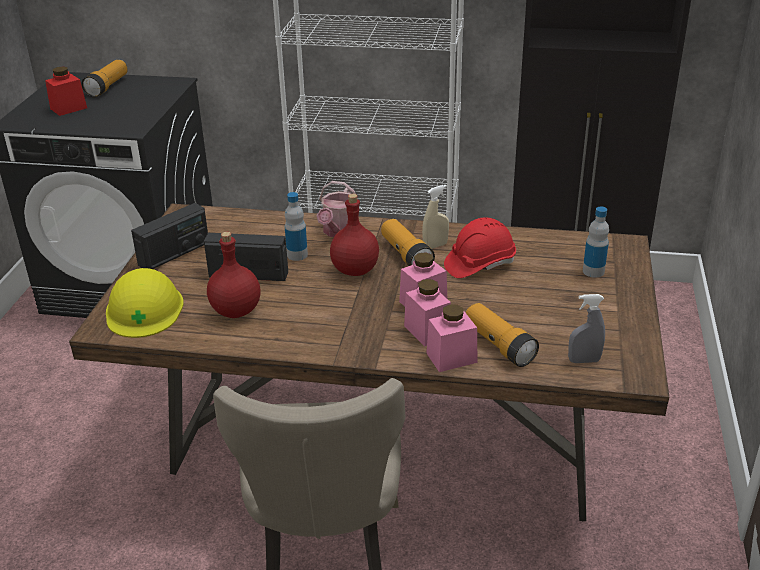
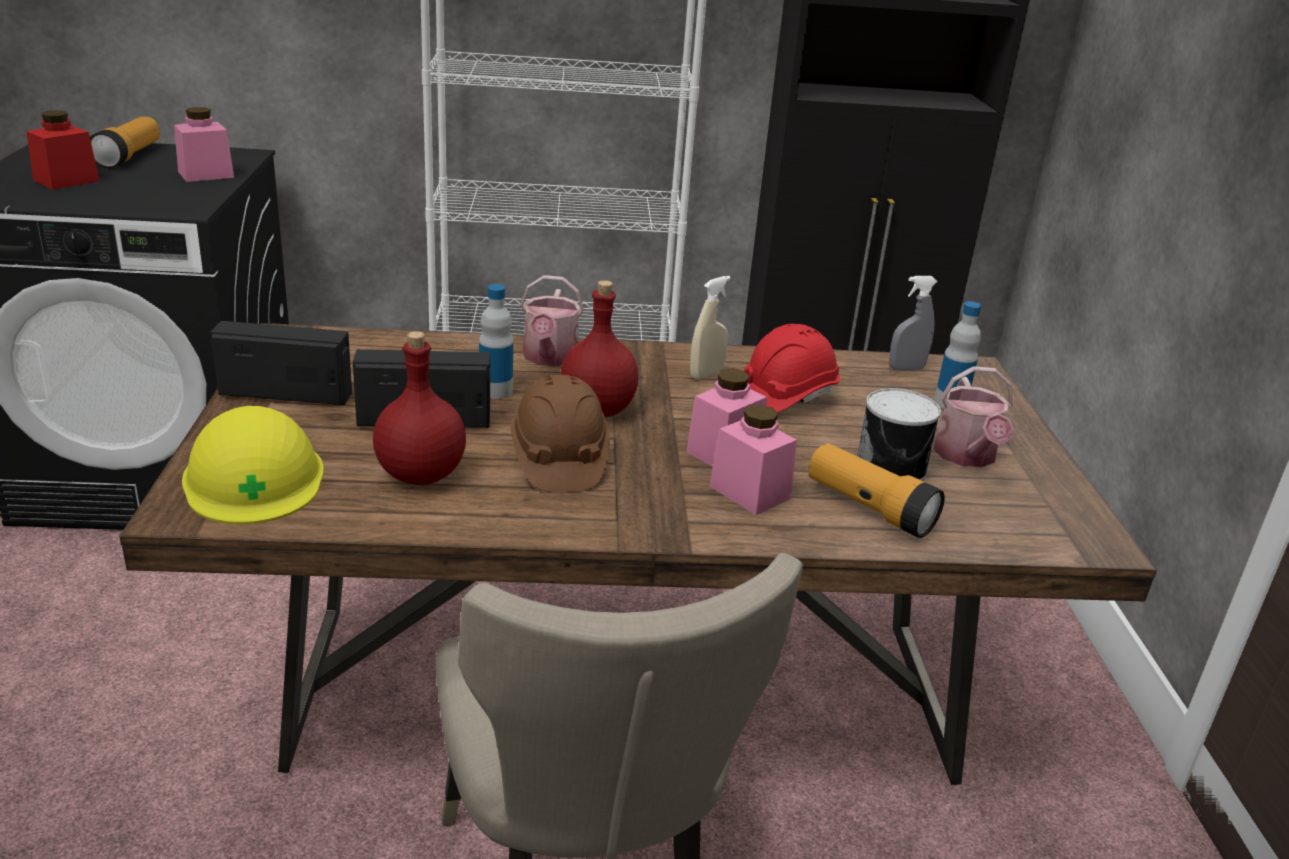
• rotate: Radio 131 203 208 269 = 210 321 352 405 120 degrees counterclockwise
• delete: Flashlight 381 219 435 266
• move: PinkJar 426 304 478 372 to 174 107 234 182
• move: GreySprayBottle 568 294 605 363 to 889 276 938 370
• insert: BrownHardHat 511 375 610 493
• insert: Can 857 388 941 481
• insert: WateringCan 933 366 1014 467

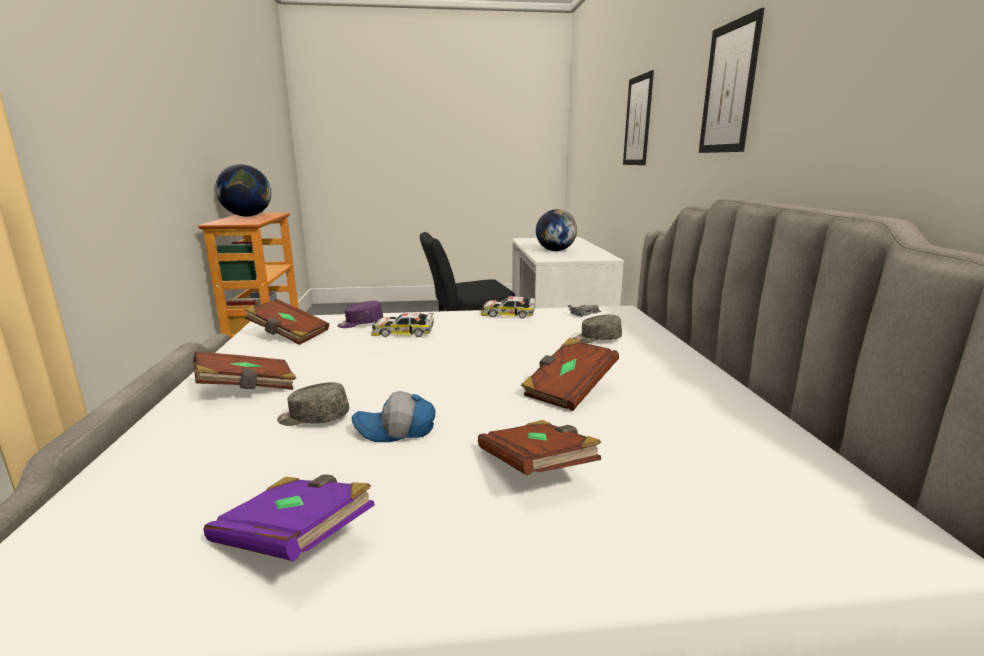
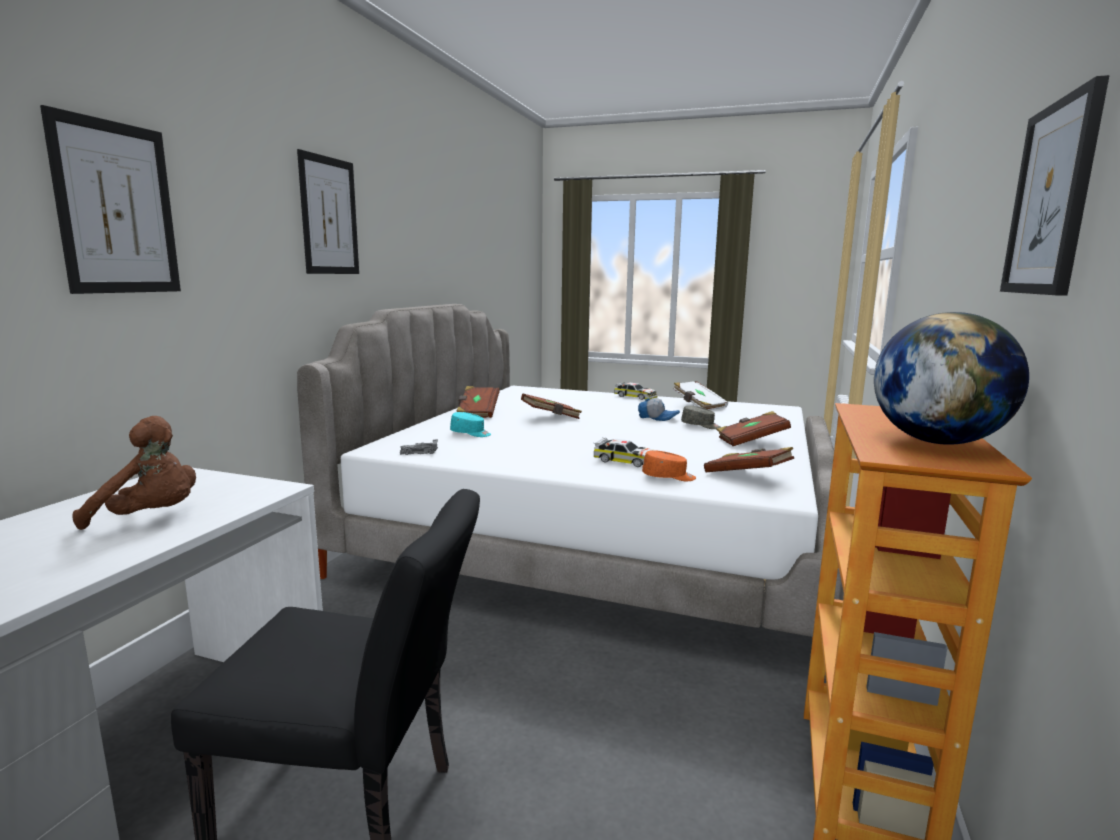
• recolor: PurpleBook 204 475 375 561 to WhiteBook 673 381 728 410
• recolor: PurpleCap 337 301 383 328 to OrangeCap 642 450 696 481
• move: BrownBook 478 420 601 475 to 456 386 500 418
• move: ToyCar 481 296 536 318 to 614 382 658 400
• replace: Globe 536 209 577 251 to BrownPlushToy 72 416 196 530
• recolor: GreyCap 573 315 622 343 to TurquoiseCap 450 412 491 437
• insert: Picture 1000 75 1110 296

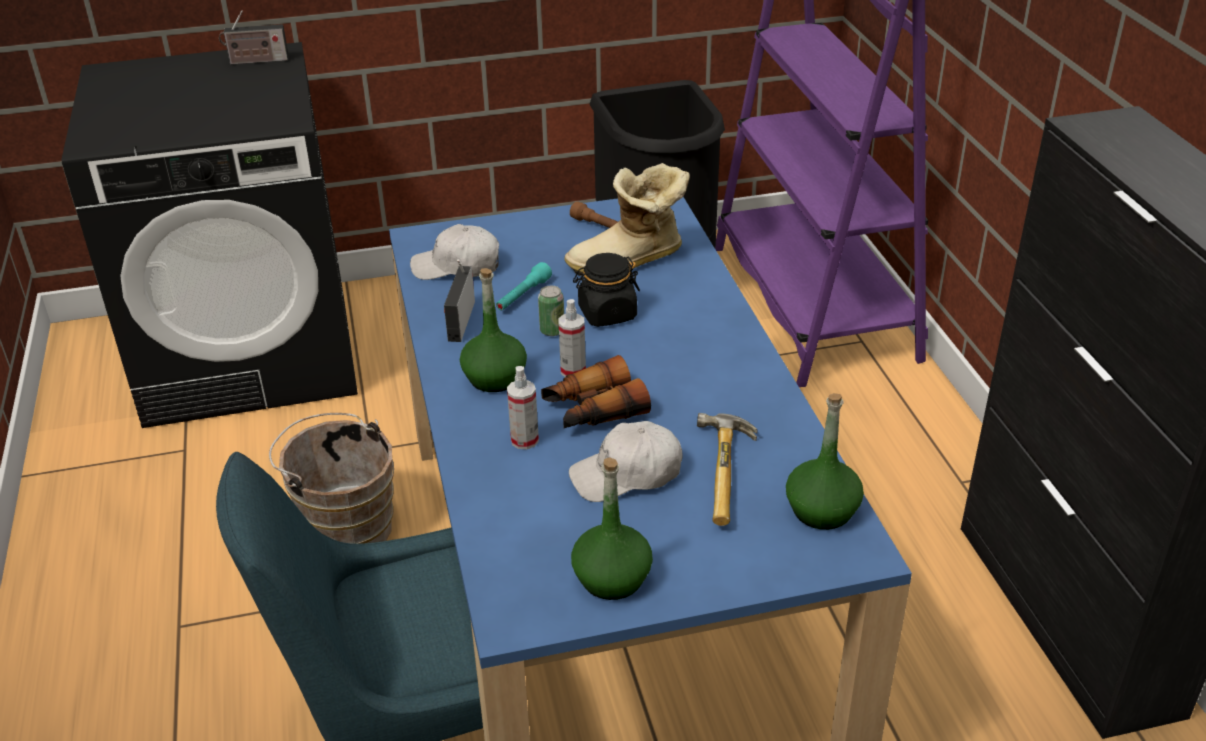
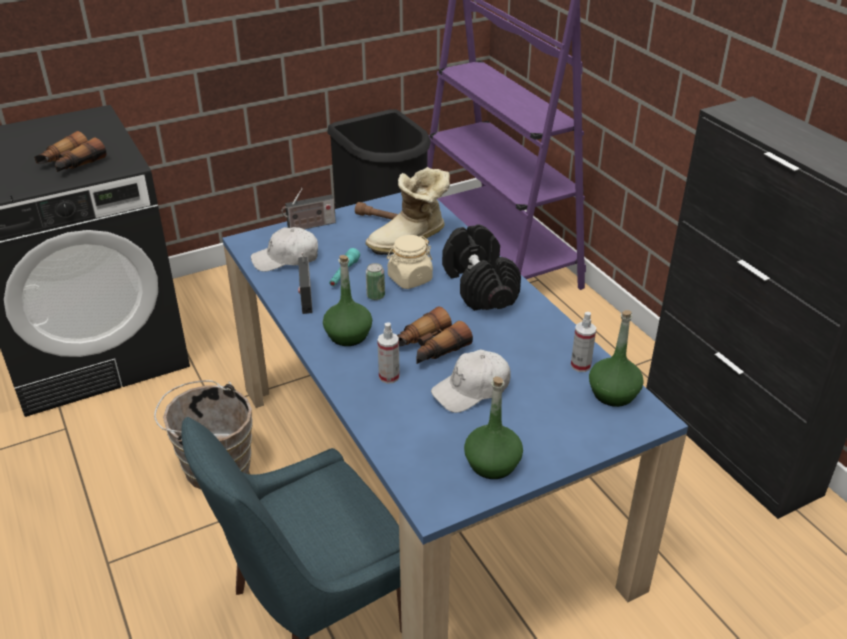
• move: Radio 219 10 289 65 to 281 188 336 229
• move: SprayBottle 558 299 586 377 to 571 312 596 372
• recolor: BlackJar 573 253 640 327 to BeigeJar 387 235 433 289
• delete: Hammer 697 413 757 526
• insert: Binoculars 34 131 106 172
• insert: BlackDumbbell 442 224 521 311

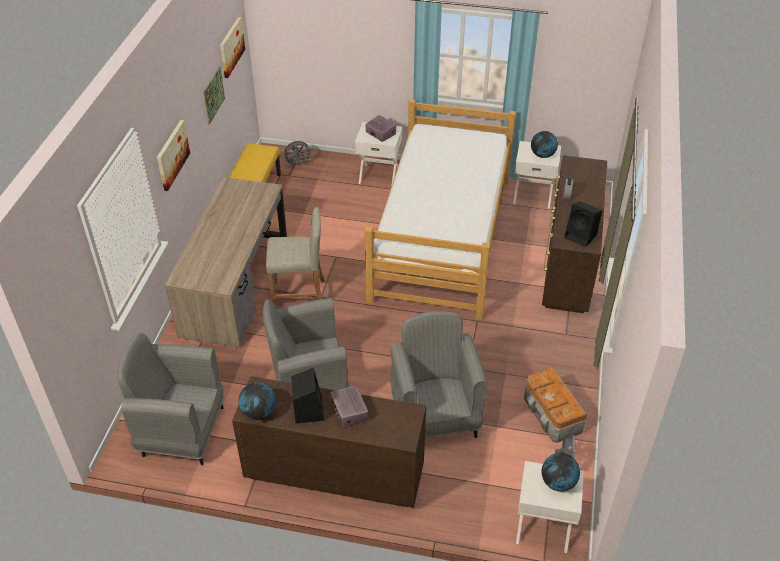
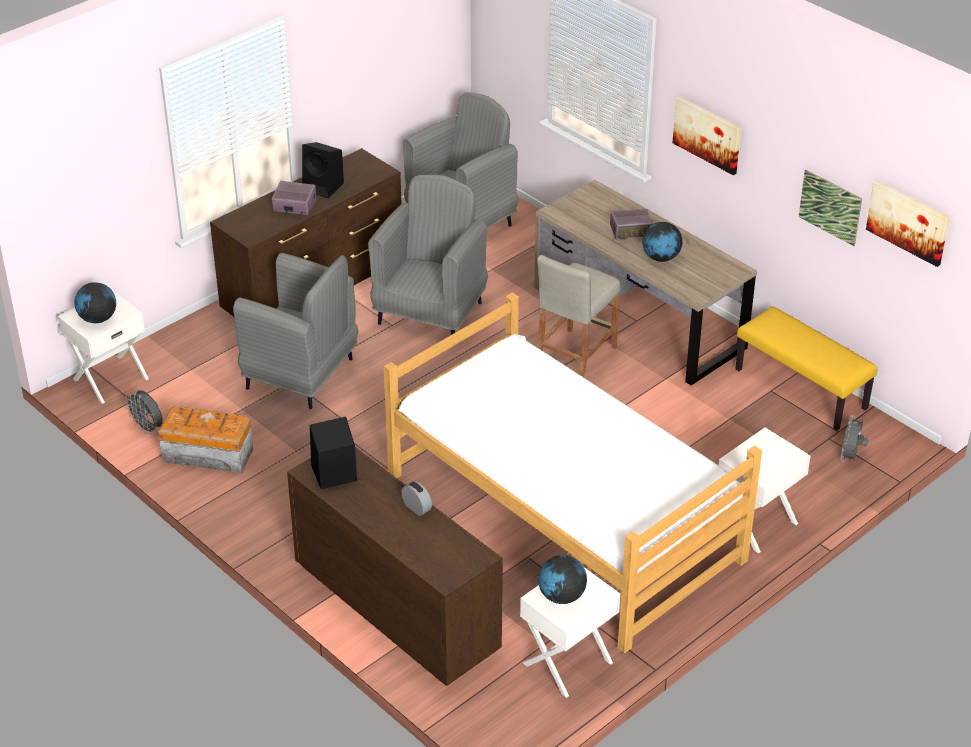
• move: Globe 238 383 276 420 to 642 222 682 262
• move: Radio 365 115 396 142 to 610 209 653 239

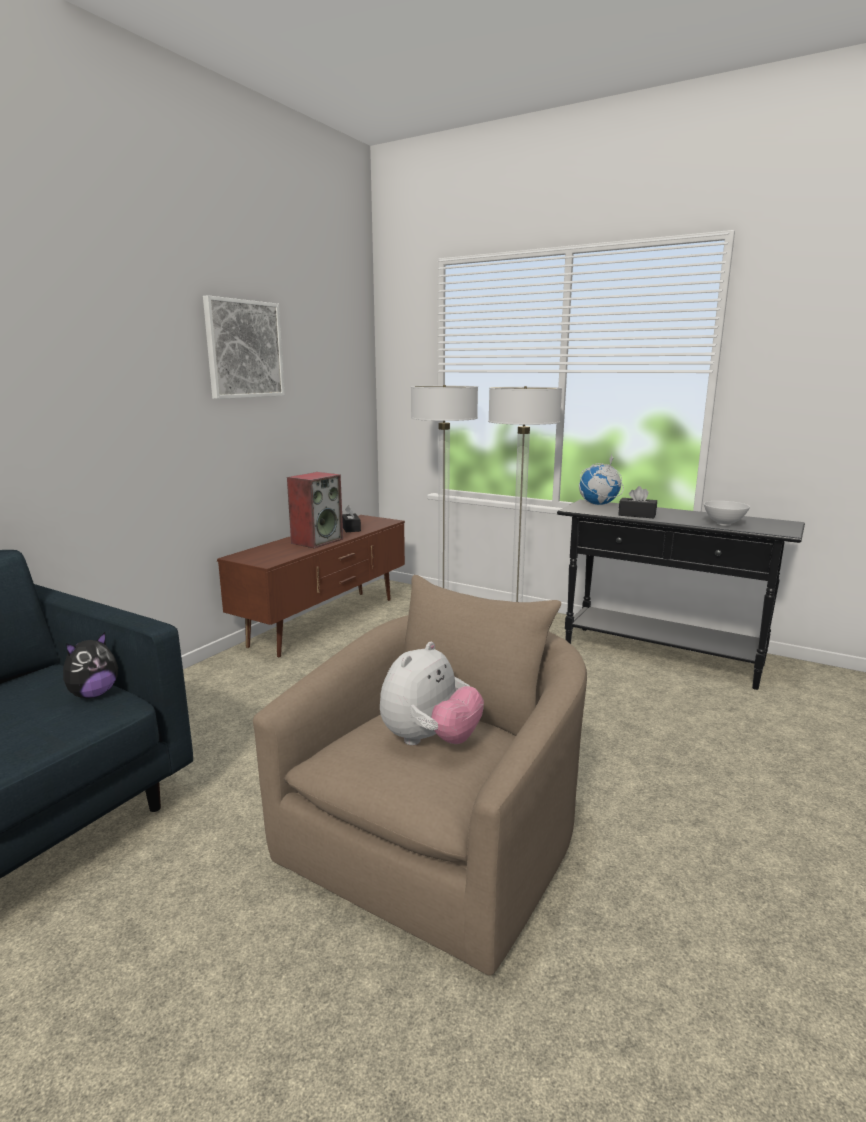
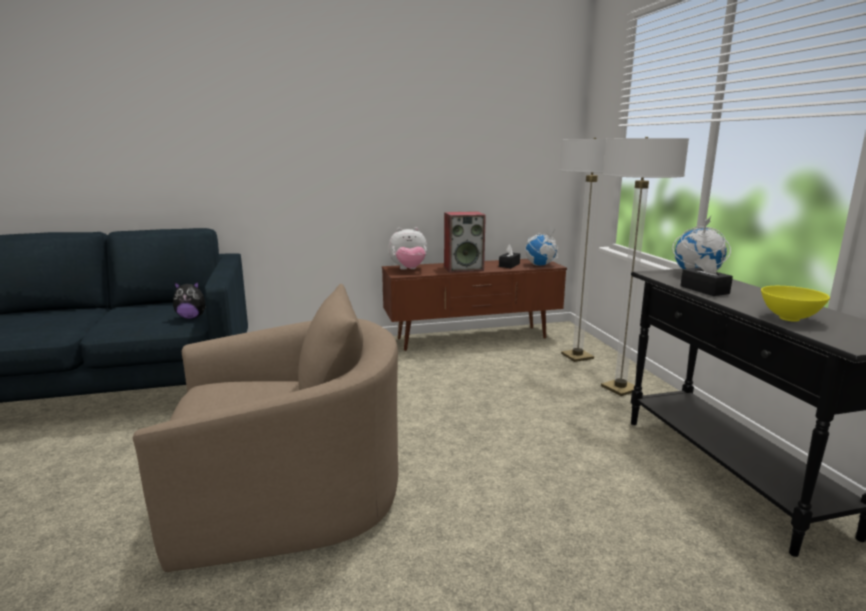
• delete: Picture 203 295 285 399
• move: PlushToy 380 642 484 745 to 388 227 427 270
• recolor: WhiteBowl 704 501 750 526 to YellowBowl 761 286 830 322
• insert: Globe 525 225 558 266

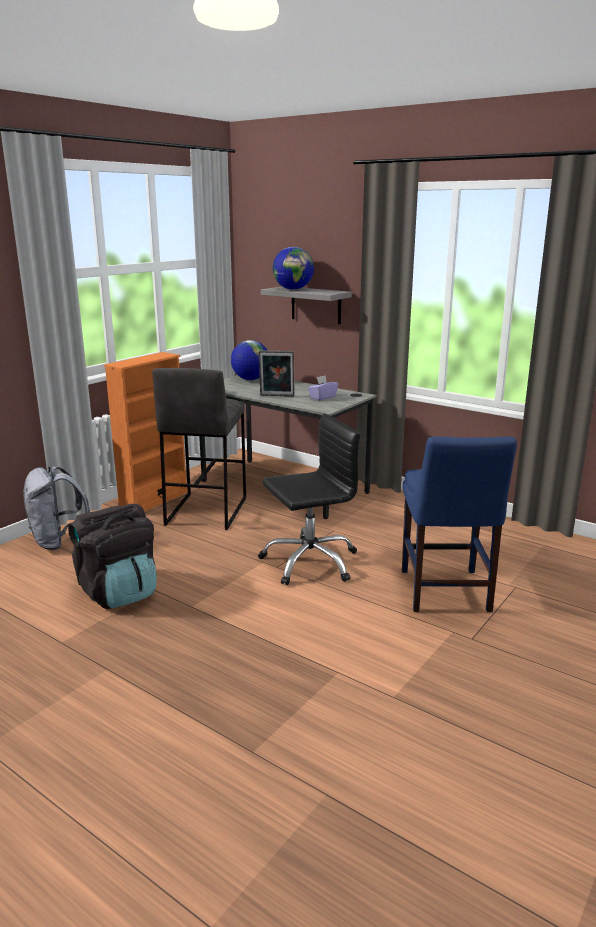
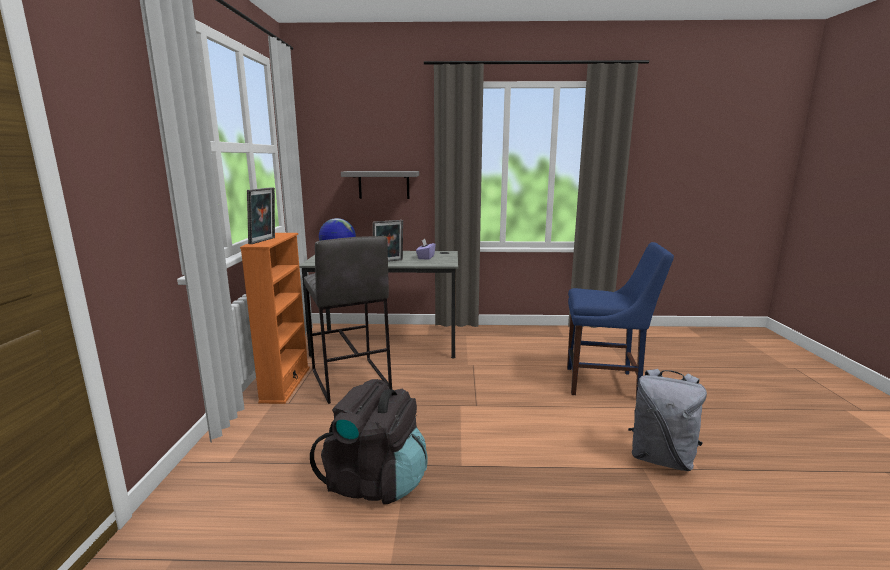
• move: GreyBackpack 23 466 90 550 to 628 369 707 471
• delete: BlackOfficeChair 258 413 361 585
• delete: Globe 273 247 314 290
• rotate: BlueChair 402 436 517 612 = 567 242 674 397 45 degrees counterclockwise
• insert: PictureFrame 247 187 275 244

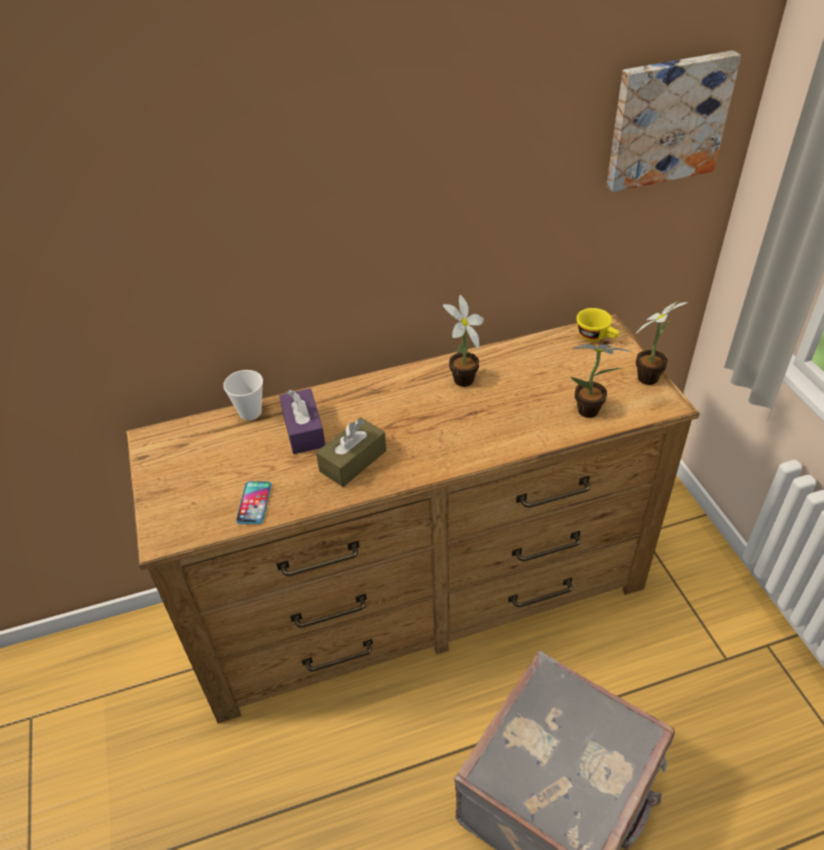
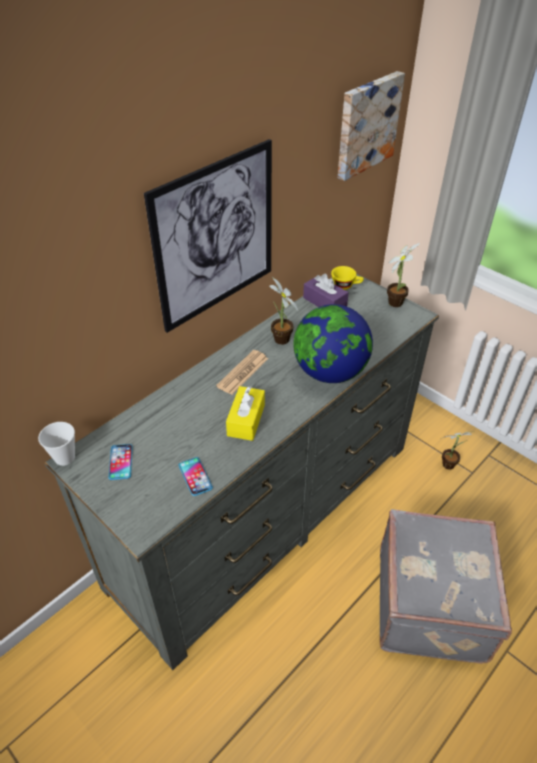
• recolor: BrownDresser 126 314 700 723 to GreyDresser 44 273 439 670
• move: Cup 223 370 263 420 to 38 422 75 466
• move: PurpleTissueBox 279 388 326 454 to 303 273 349 307
• recolor: BrownTissueBox 316 417 386 487 to YellowTissueBox 226 386 265 441
• move: PottedPlant 570 344 631 418 to 442 432 472 470
• insert: Phone 109 444 133 480
• insert: Picture 144 139 272 333
• insert: Newspaper 216 350 268 395
• insert: Globe 293 304 373 383

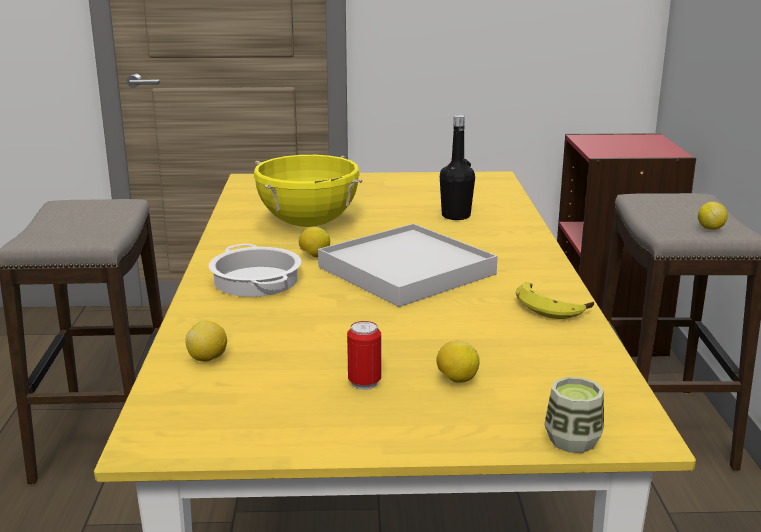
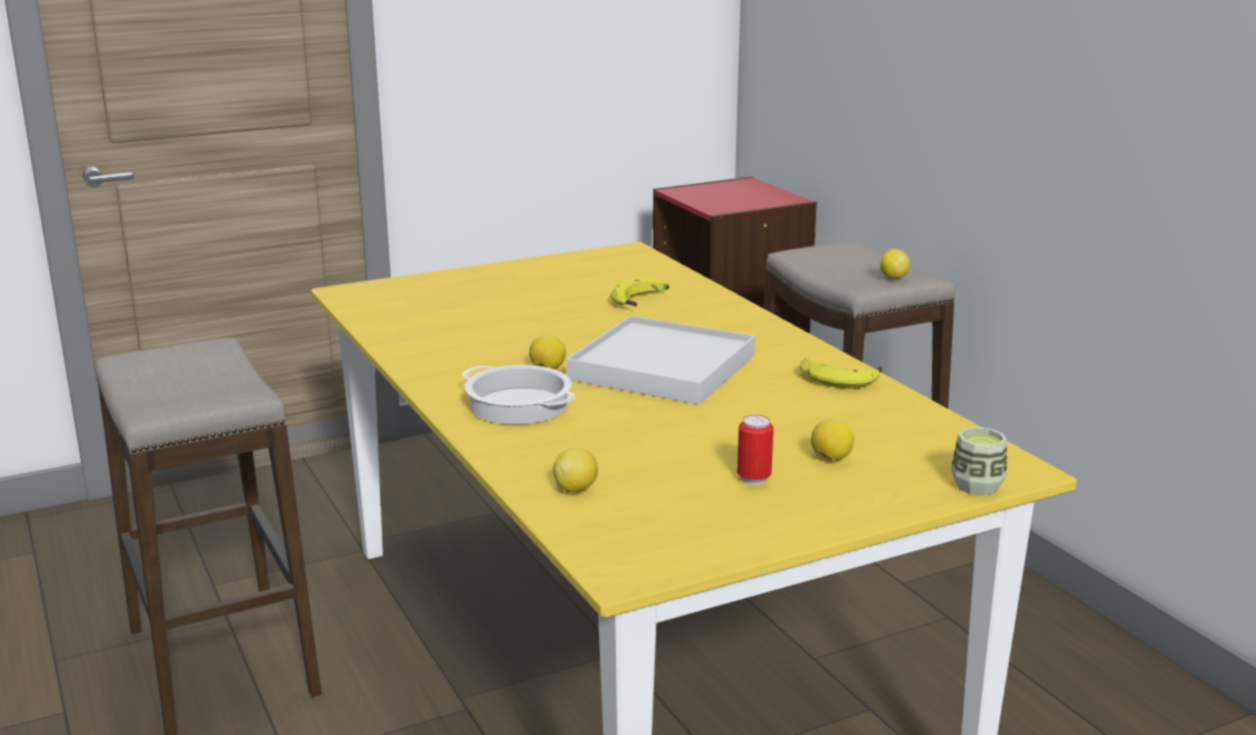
• delete: YellowCookingPot 254 155 362 227
• replace: BlackBottle 440 115 475 220 to Banana 610 278 669 306

